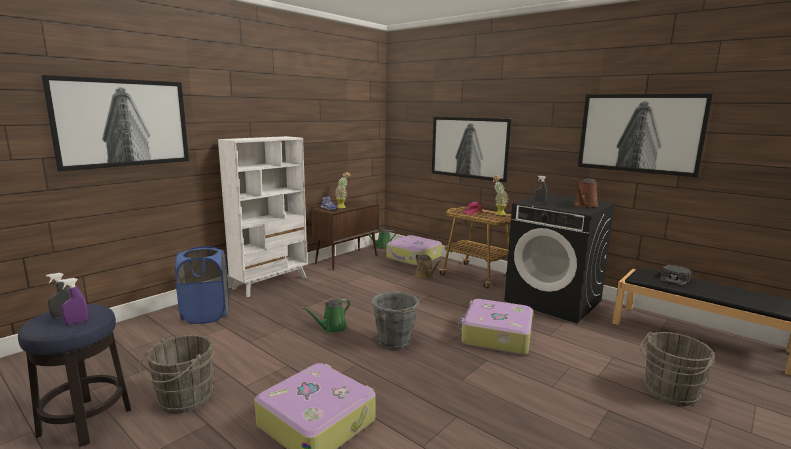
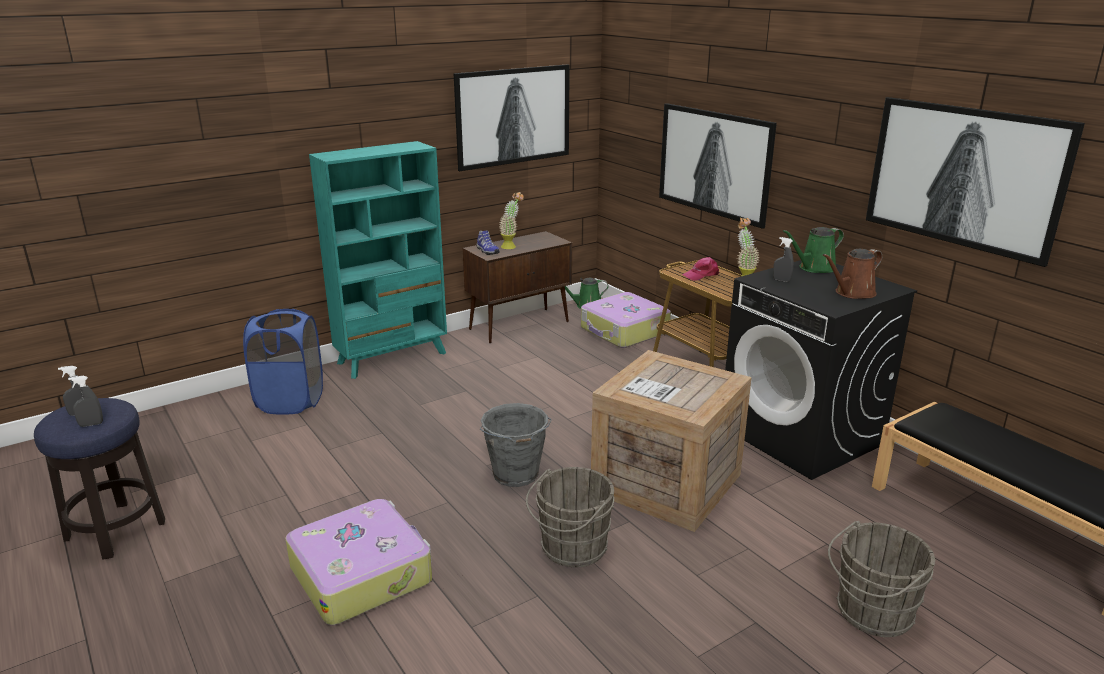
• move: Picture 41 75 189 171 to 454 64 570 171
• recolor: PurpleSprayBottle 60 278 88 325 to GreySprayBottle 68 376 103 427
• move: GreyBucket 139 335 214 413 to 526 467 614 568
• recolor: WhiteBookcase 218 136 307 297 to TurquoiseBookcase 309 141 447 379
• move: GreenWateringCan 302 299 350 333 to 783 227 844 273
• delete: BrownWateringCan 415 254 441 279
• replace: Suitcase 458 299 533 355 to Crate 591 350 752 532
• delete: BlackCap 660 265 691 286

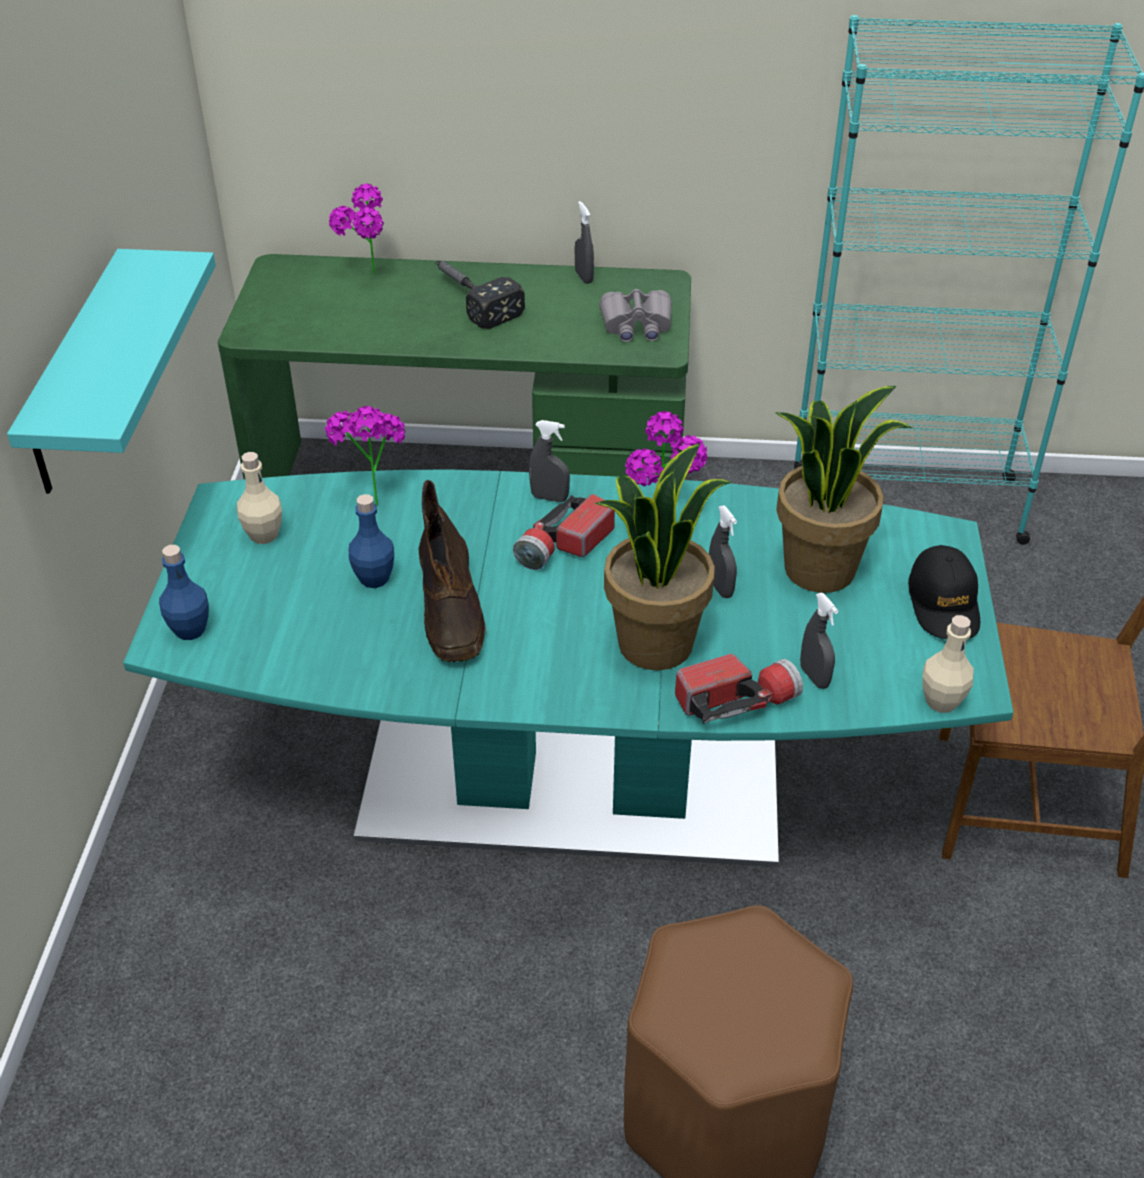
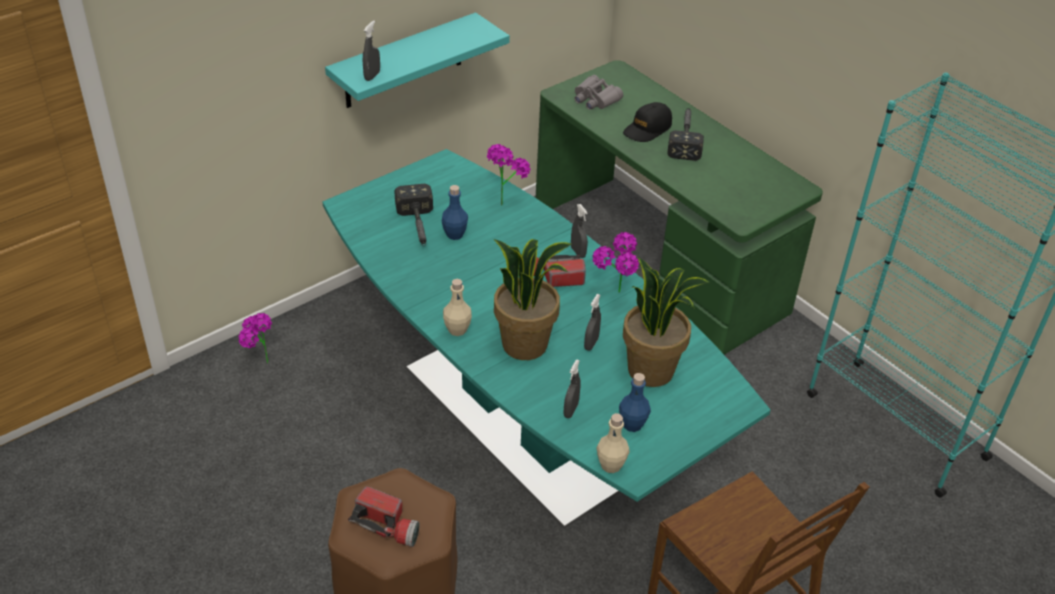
• move: BlueBottle 159 545 209 640 to 619 373 651 432
• move: BeigeBottle 237 452 282 544 to 443 279 472 336
• move: PottedPlant 329 183 384 274 to 238 313 272 364
• delete: BrownBoot 419 480 486 663
• move: GreySprayBottle 575 201 594 284 to 363 21 380 81
• move: GreyBinoculars 599 289 672 342 to 574 75 623 110
• move: Flashlight 675 653 803 724 to 348 486 420 547
• move: BlackCap 908 545 980 639 to 623 102 672 142
• insert: Hammer 395 184 433 246

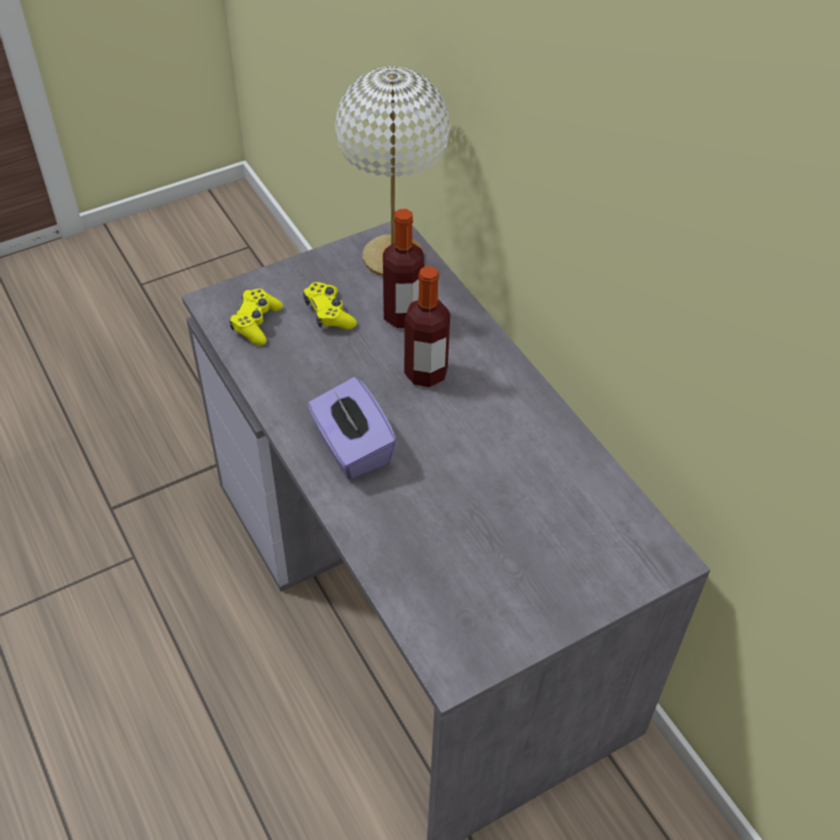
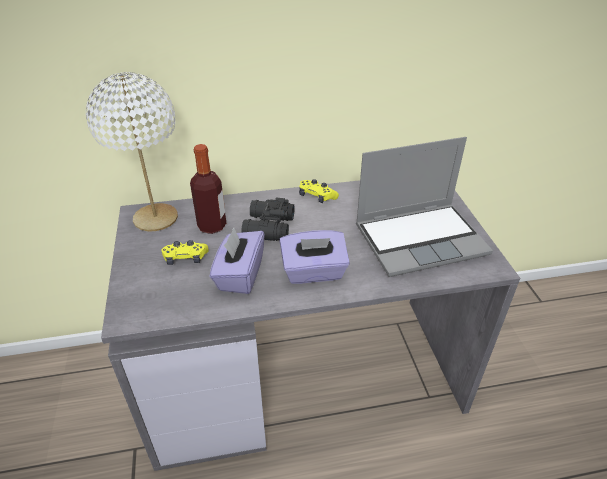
• move: YellowGameController 230 289 283 346 to 299 179 339 203
• replace: Bottle 404 266 450 387 to BlackBinoculars 241 198 294 241
• insert: PurpleTissueBox 210 228 265 294
• insert: Laptop 356 137 493 277

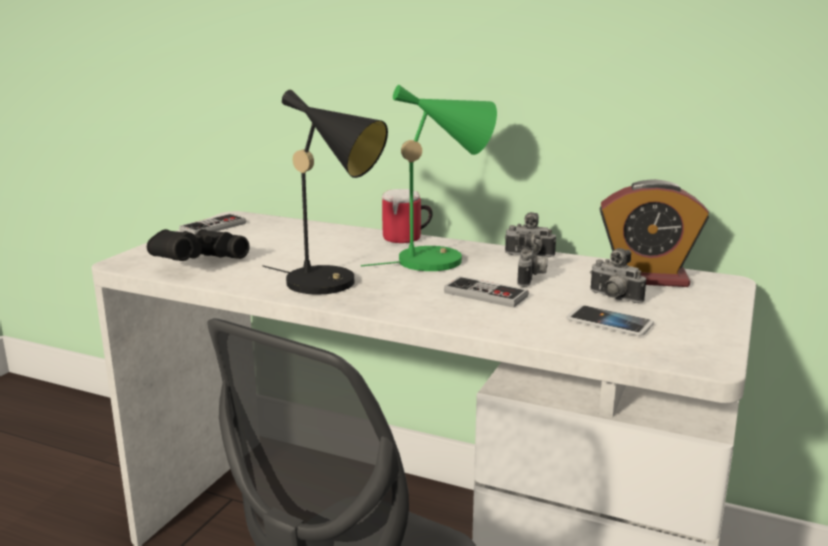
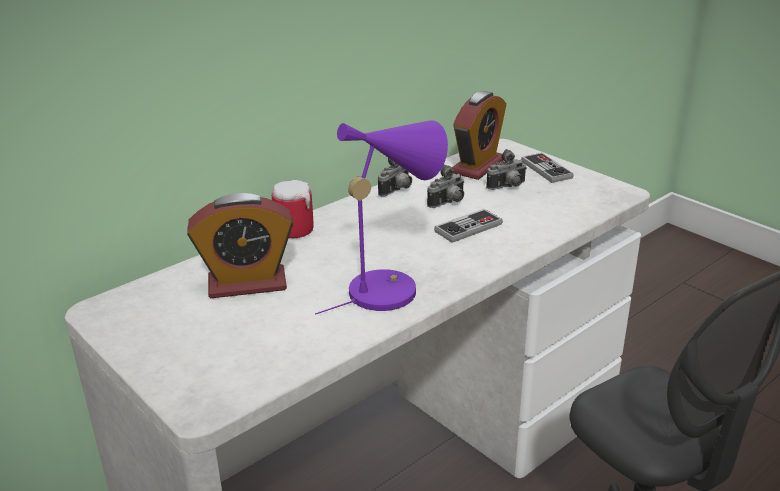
• delete: BlackBinoculars 147 229 250 261
• move: GameController 179 214 246 235 to 521 153 574 183
• recolor: BlackTableLamp 263 90 388 295 to PurpleTableLamp 315 120 448 315
• delete: GreenTableLamp 361 85 497 271
• rotate: PhotoCamera 517 233 548 287 = 427 164 465 208 105 degrees clockwise
• delete: Phone 566 305 654 336
• insert: AlarmClock 187 193 293 298

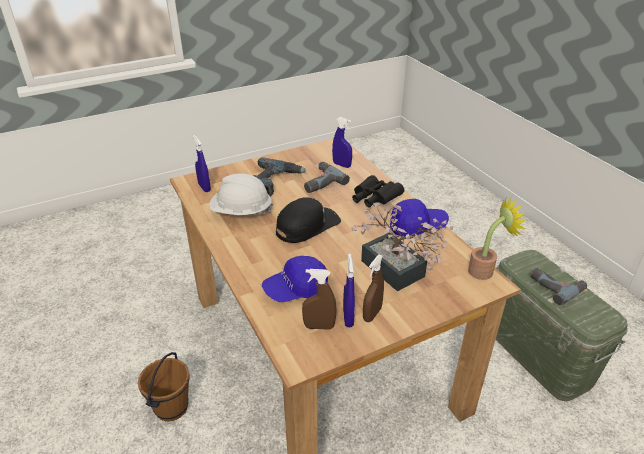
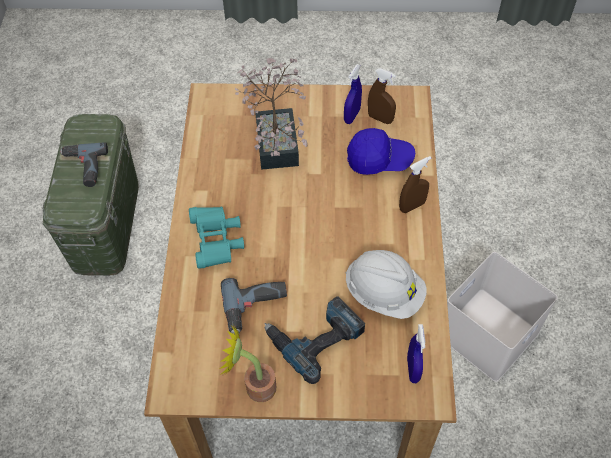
• replace: BrownBucket 138 352 190 422 to WhiteStorageBox 447 252 558 382
• delete: BlackCap 276 197 341 243
• delete: BlueSprayBottle 332 117 352 168
• recolor: BlackBinoculars 352 175 404 208 to TurquoiseBinoculars 189 207 244 269
• move: BrownSprayBottle 363 254 384 322 to 399 156 431 213
• delete: BlueCap 390 199 449 236
• move: PottedPlant 468 196 526 280 to 219 323 276 402

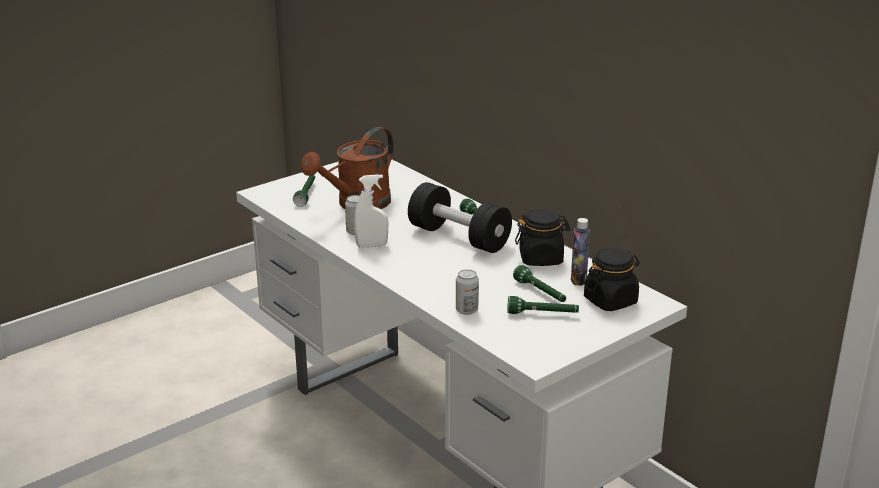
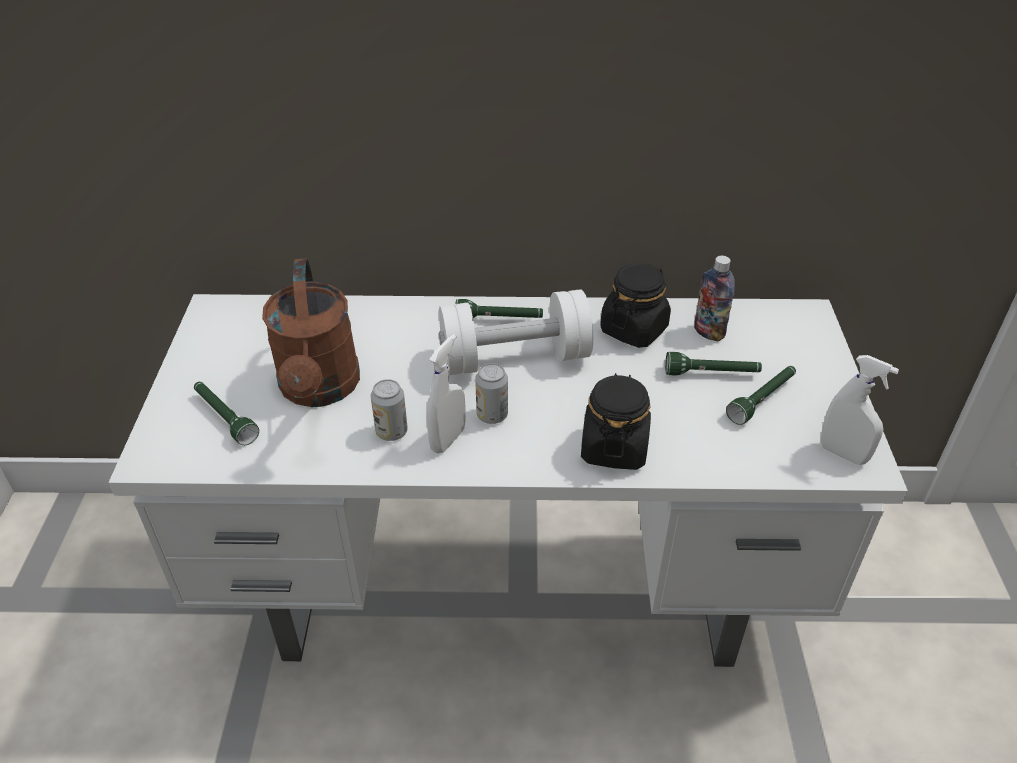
• recolor: BlackDumbbell 408 182 512 253 to WhiteDumbbell 439 289 593 375
• move: Can 456 269 479 315 to 475 363 508 424
• move: BlackJar 584 248 639 311 to 581 373 651 470
• insert: WhiteSprayBottle 821 355 899 465

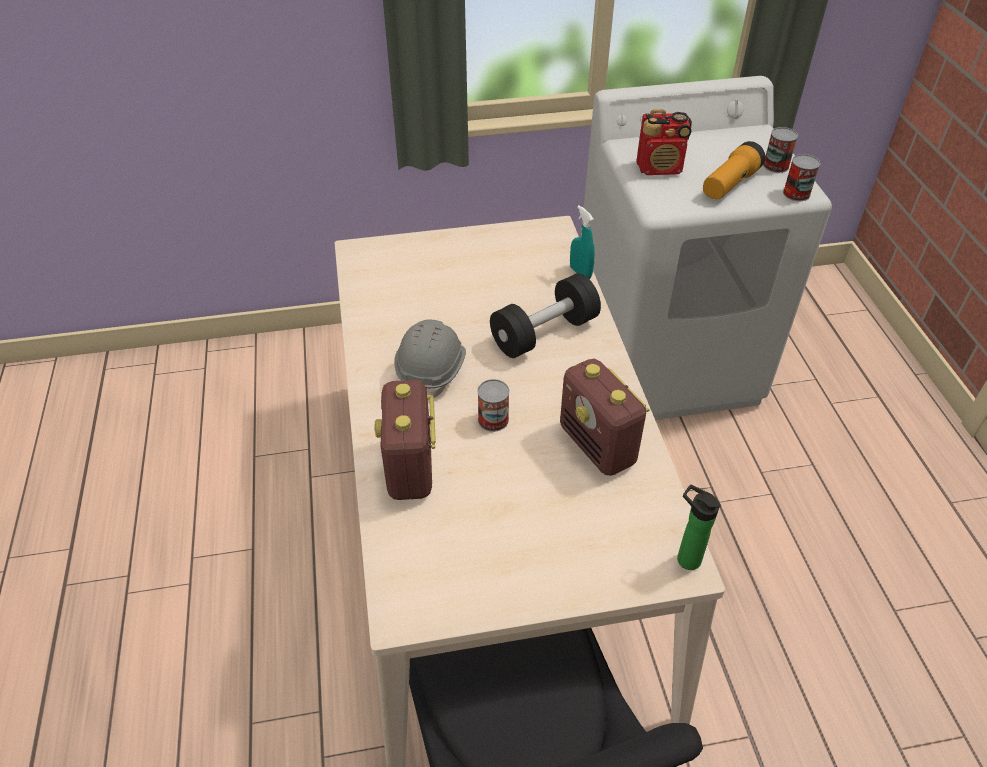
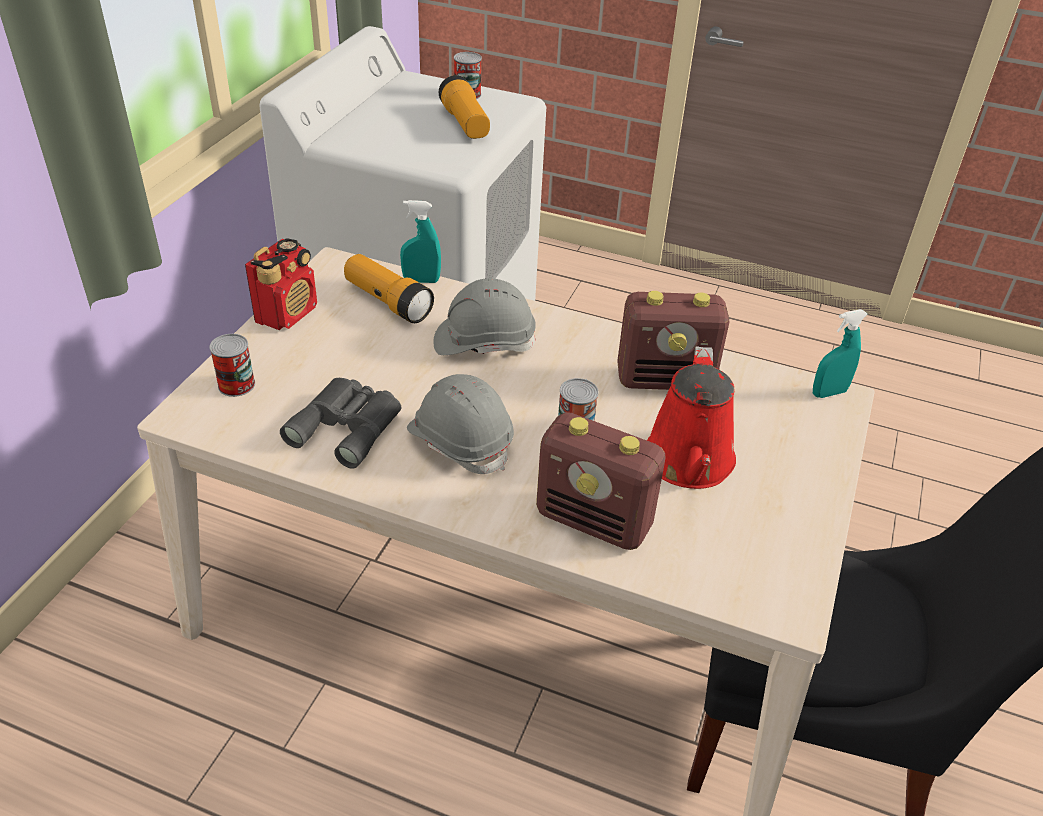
• replace: BlackDumbbell 490 273 601 358 to GreyHardHat 433 278 536 355
• move: Radio 636 109 692 175 to 245 238 317 330
• replace: Bottle 677 485 721 570 to TurquoiseSprayBottle 813 309 868 398
• move: Can 783 154 820 201 to 209 334 255 397
• insert: GreyBinoculars 280 378 401 469
• insert: Flashlight 344 254 434 323
• insert: RedWateringCan 647 346 736 489

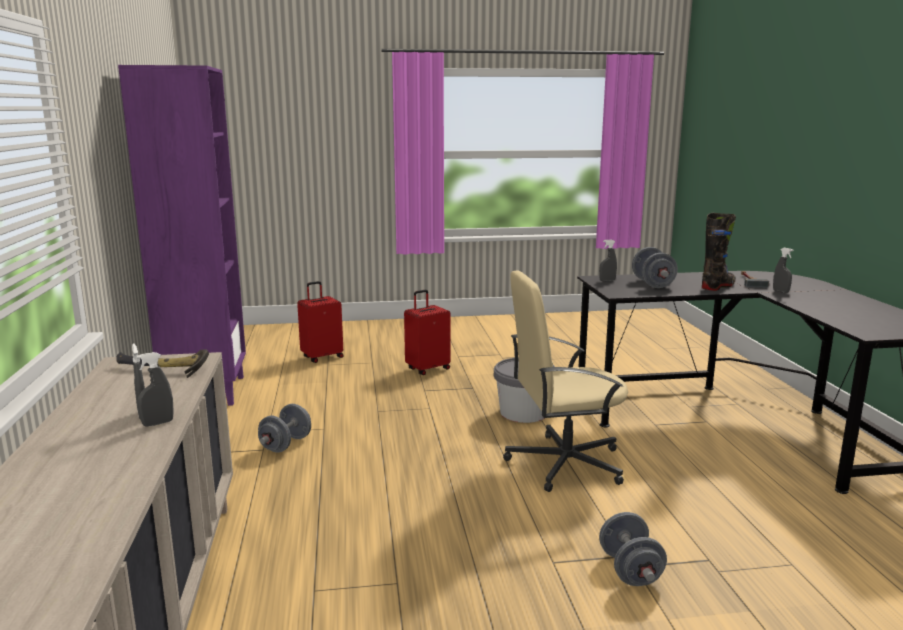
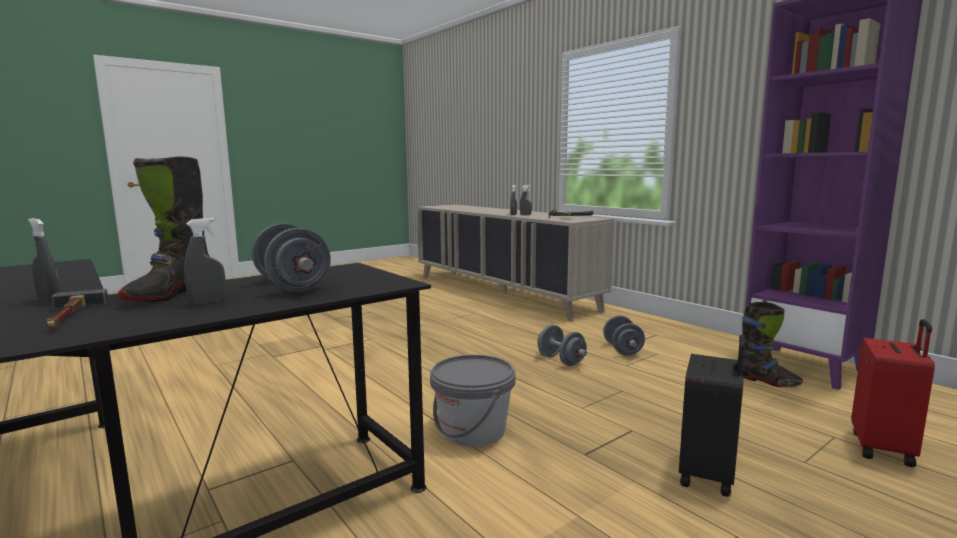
• recolor: RedSuitcase 404 290 451 375 to BlackSuitcase 679 335 745 497
• delete: BeigeOfficeChair 503 270 628 492
• move: GreySprayBottle 599 240 617 281 to 184 218 226 305
• move: GreyDumbbell 599 512 667 586 to 537 325 587 366
• insert: BlackBoot 742 302 803 387

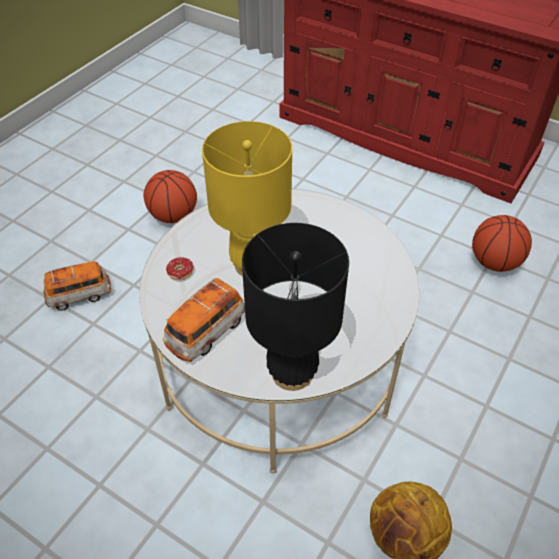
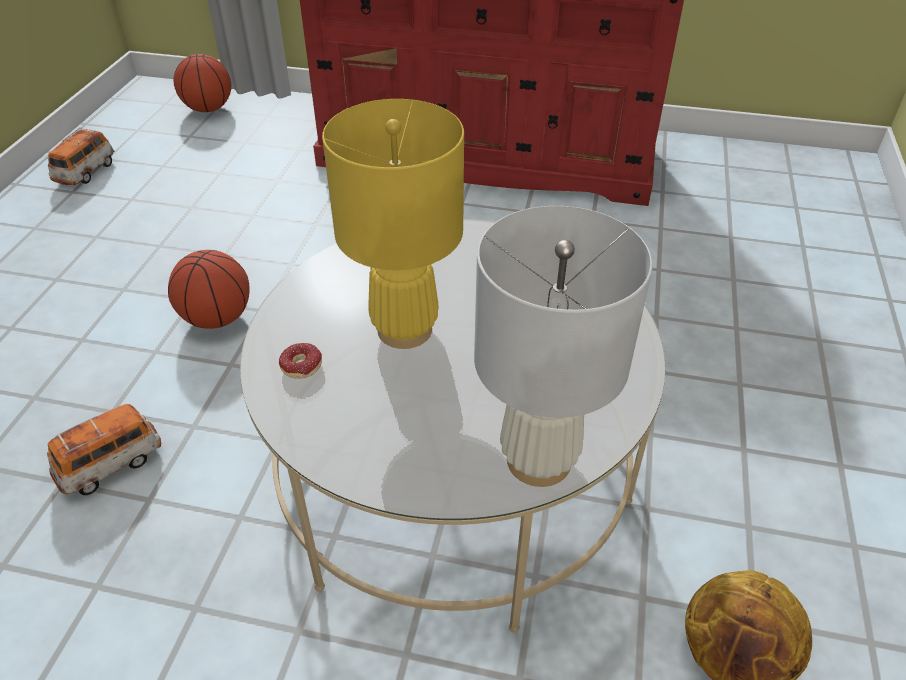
• move: ToyCar 163 278 245 362 to 48 128 114 185
• recolor: BlackTableLamp 242 223 349 391 to WhiteTableLamp 474 206 653 487
• move: Basketball 472 215 532 272 to 174 54 231 112

